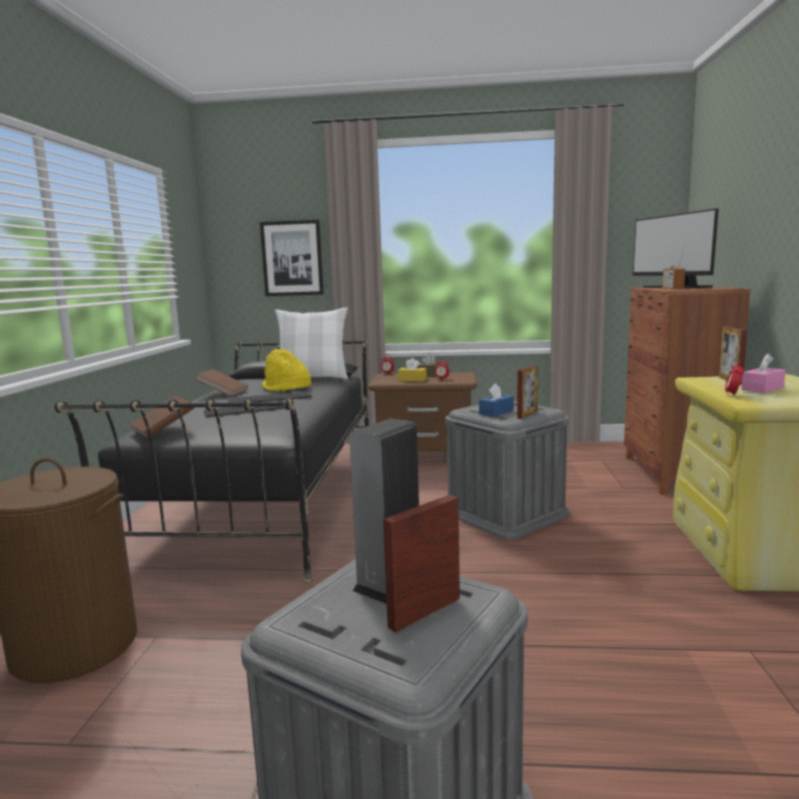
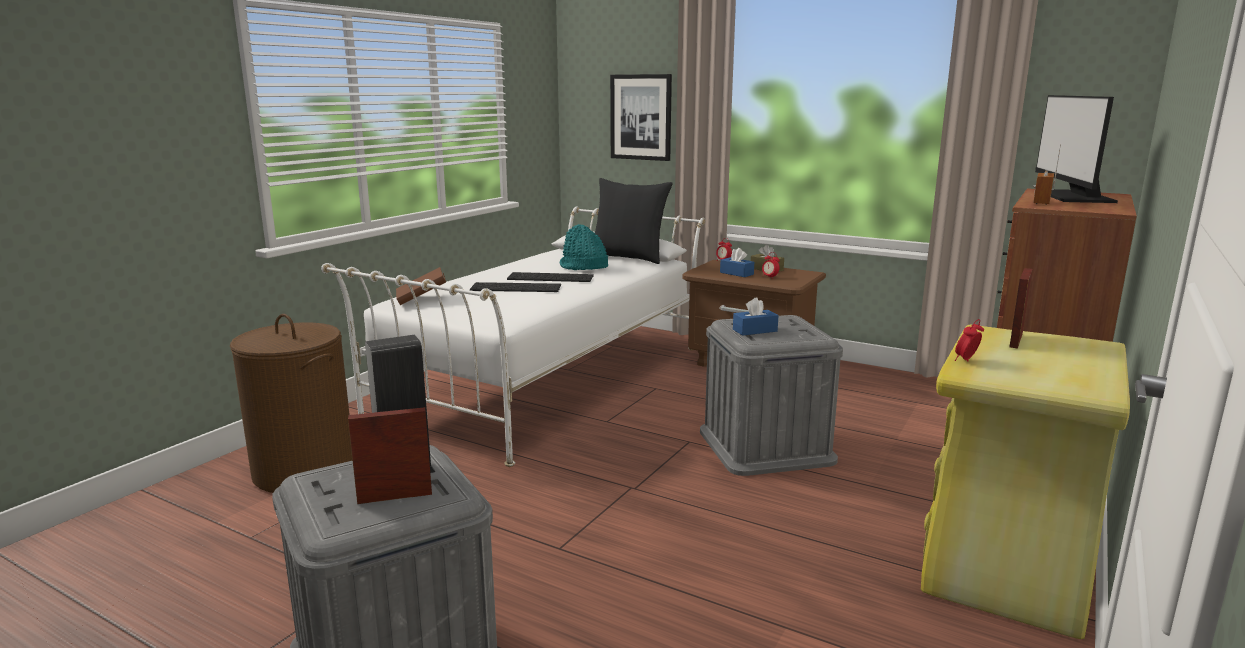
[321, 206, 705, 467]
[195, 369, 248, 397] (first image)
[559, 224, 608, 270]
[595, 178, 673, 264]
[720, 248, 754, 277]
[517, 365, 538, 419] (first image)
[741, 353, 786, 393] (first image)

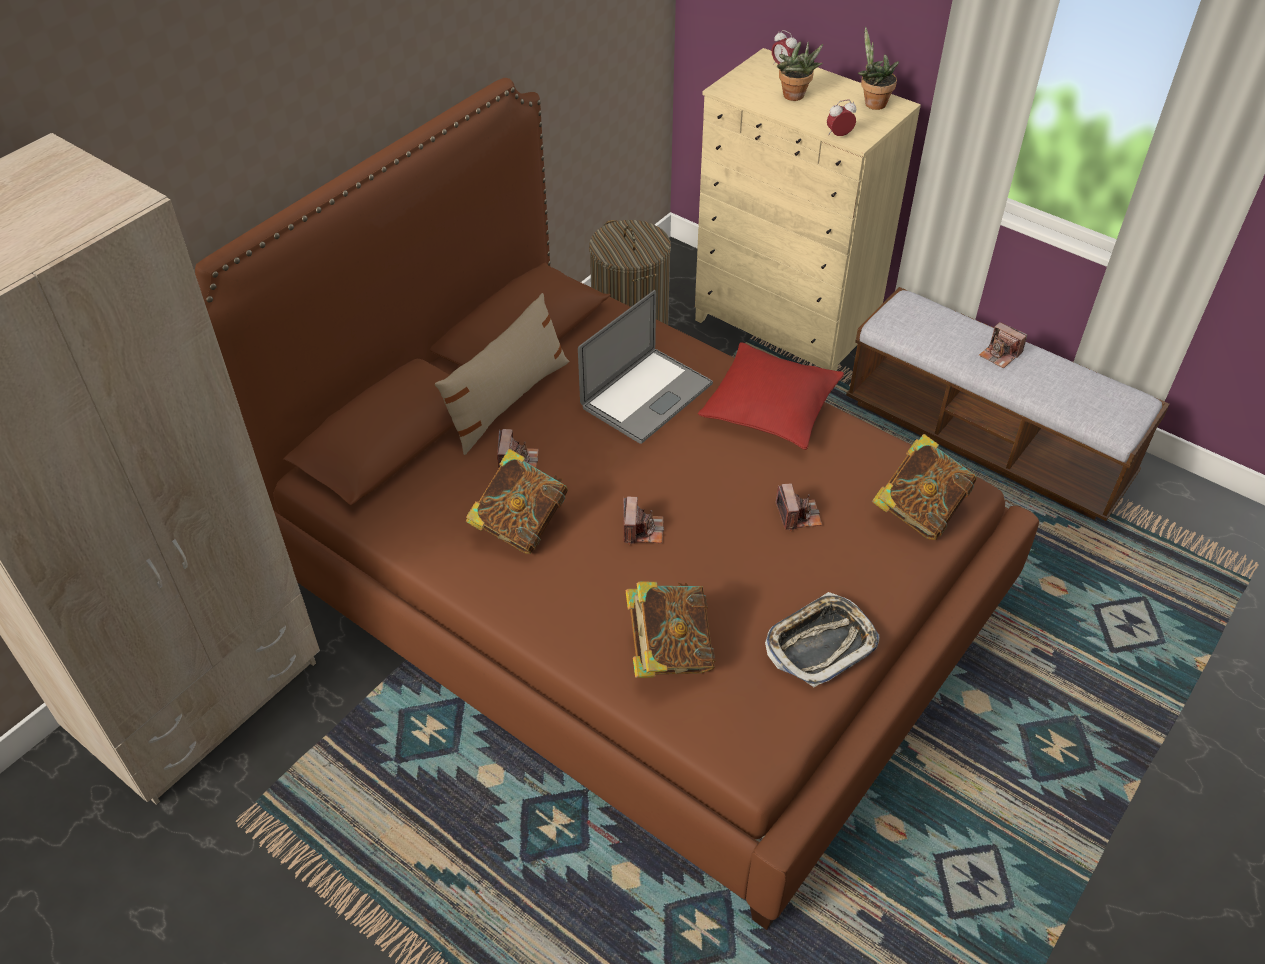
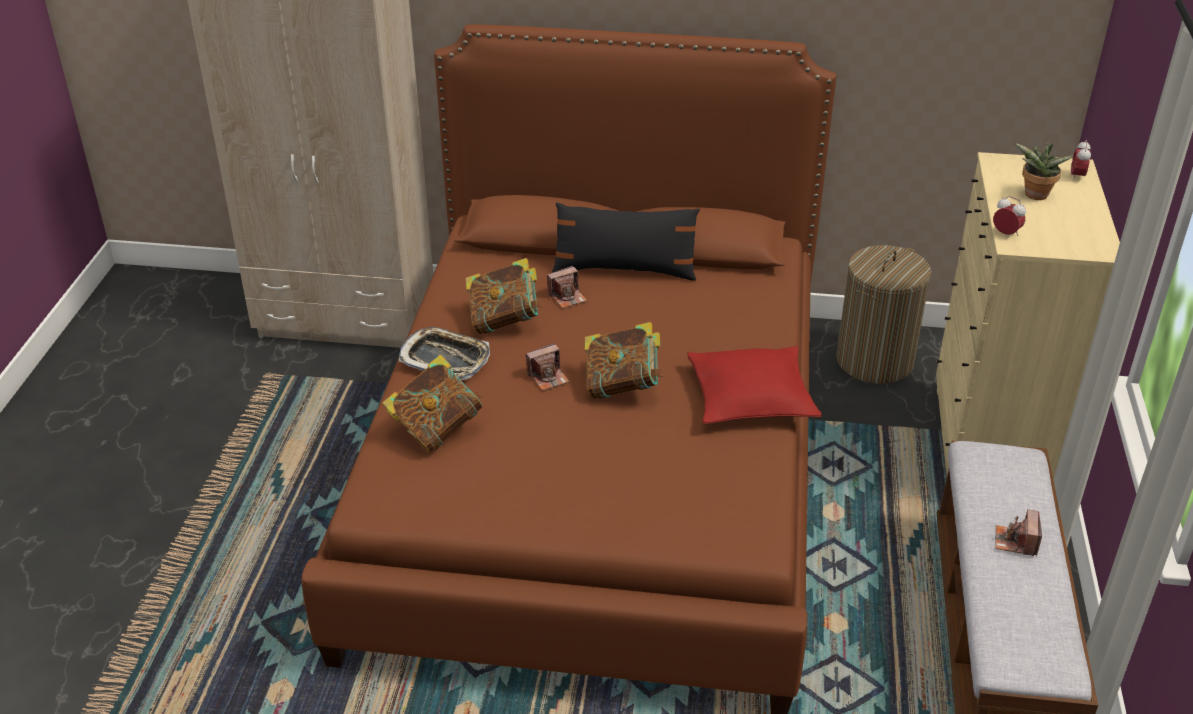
[552, 203, 700, 281]
[578, 290, 713, 444] (first image)
[399, 327, 490, 380]
[775, 483, 822, 531] (first image)
[858, 27, 899, 110] (first image)
[585, 322, 664, 399]

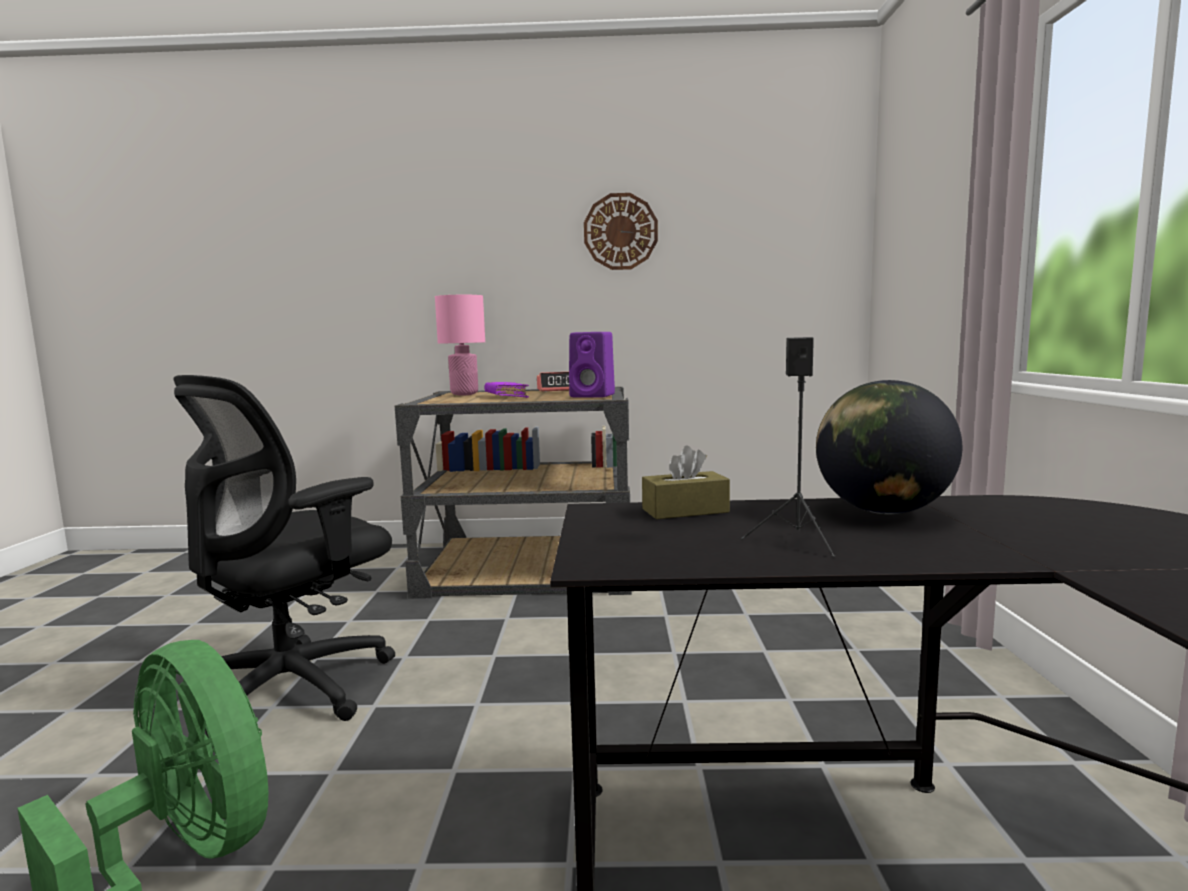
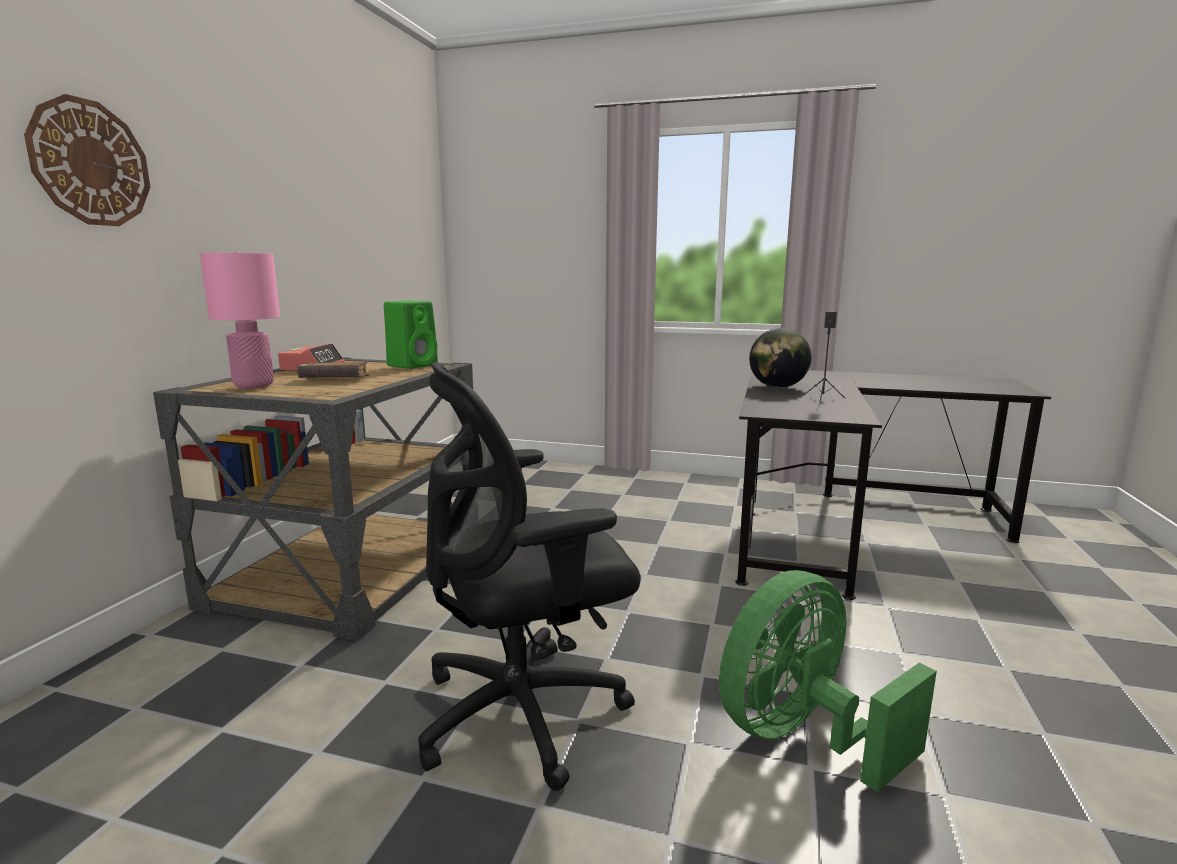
[418, 362, 640, 791]
[297, 361, 369, 378]
[384, 301, 438, 369]
[24, 94, 150, 226]
[642, 445, 730, 519] (first image)

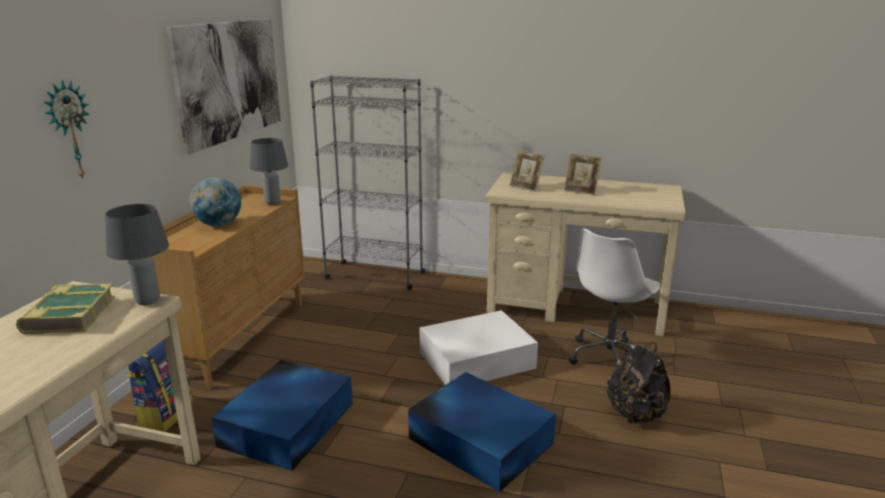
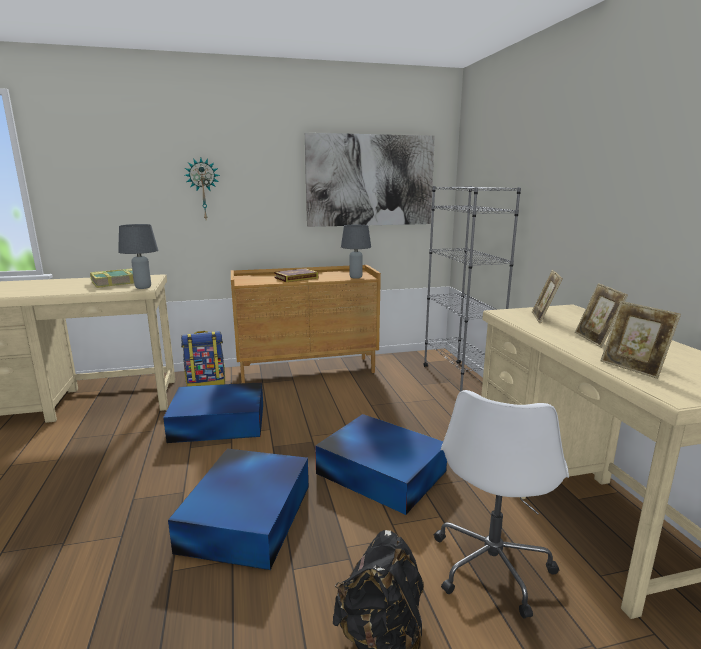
[274, 268, 318, 282]
[315, 414, 447, 515]
[433, 390, 569, 618]
[601, 301, 681, 379]

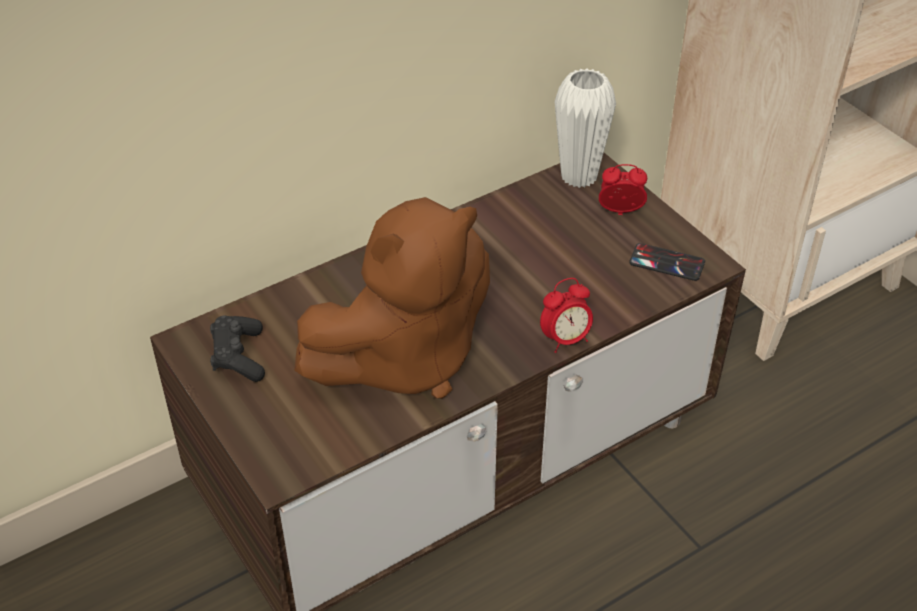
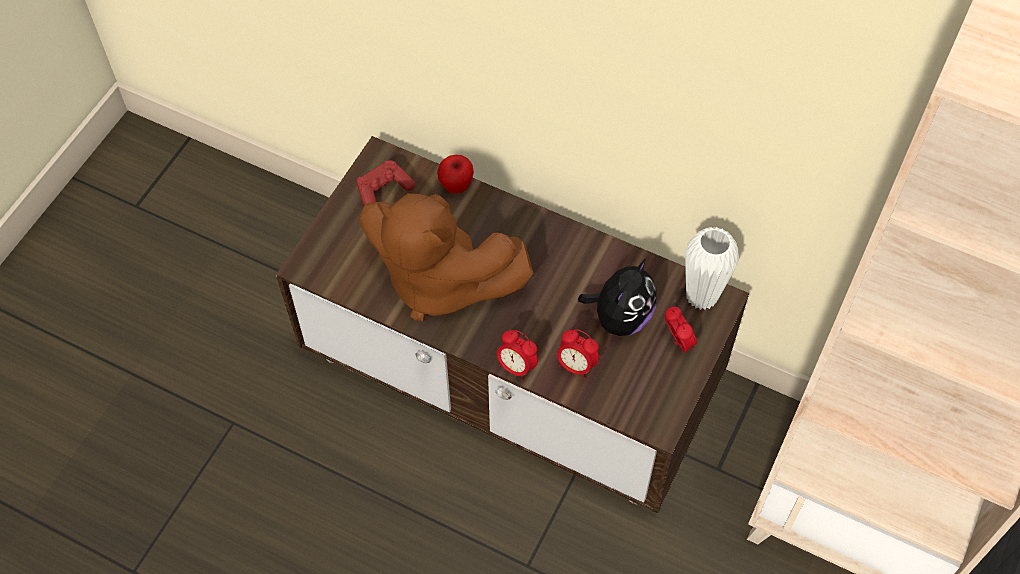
[356, 160, 415, 206]
[629, 243, 705, 281] (first image)
[437, 155, 474, 194]
[557, 329, 599, 379]
[578, 258, 657, 336]

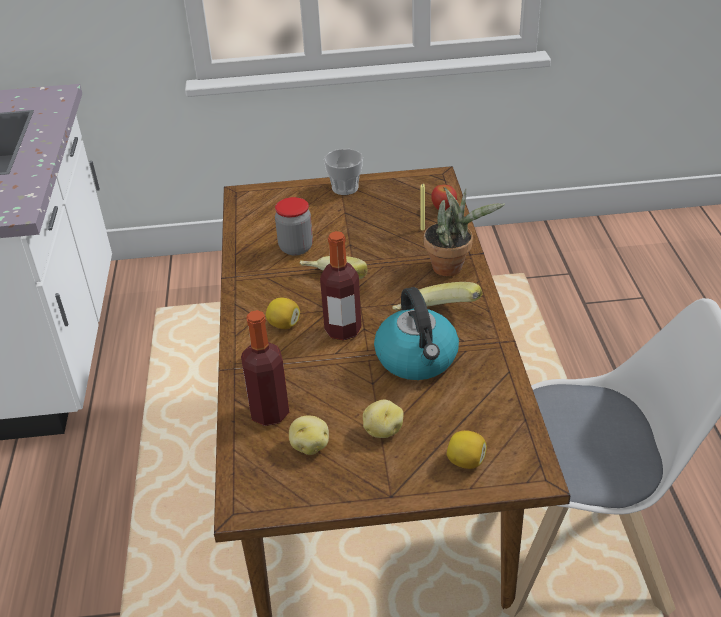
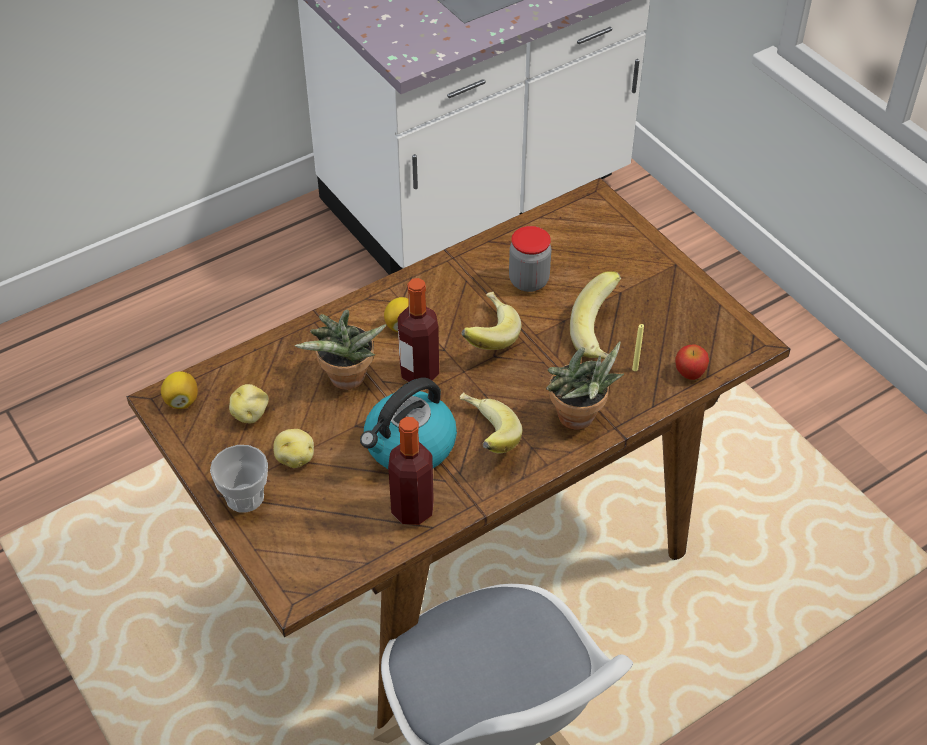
[388, 417, 434, 525]
[210, 445, 268, 512]
[161, 371, 198, 409]
[295, 310, 386, 390]
[570, 271, 621, 359]

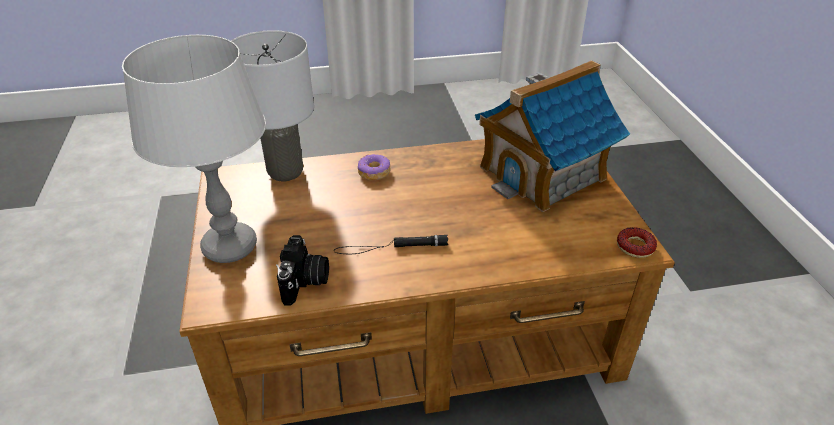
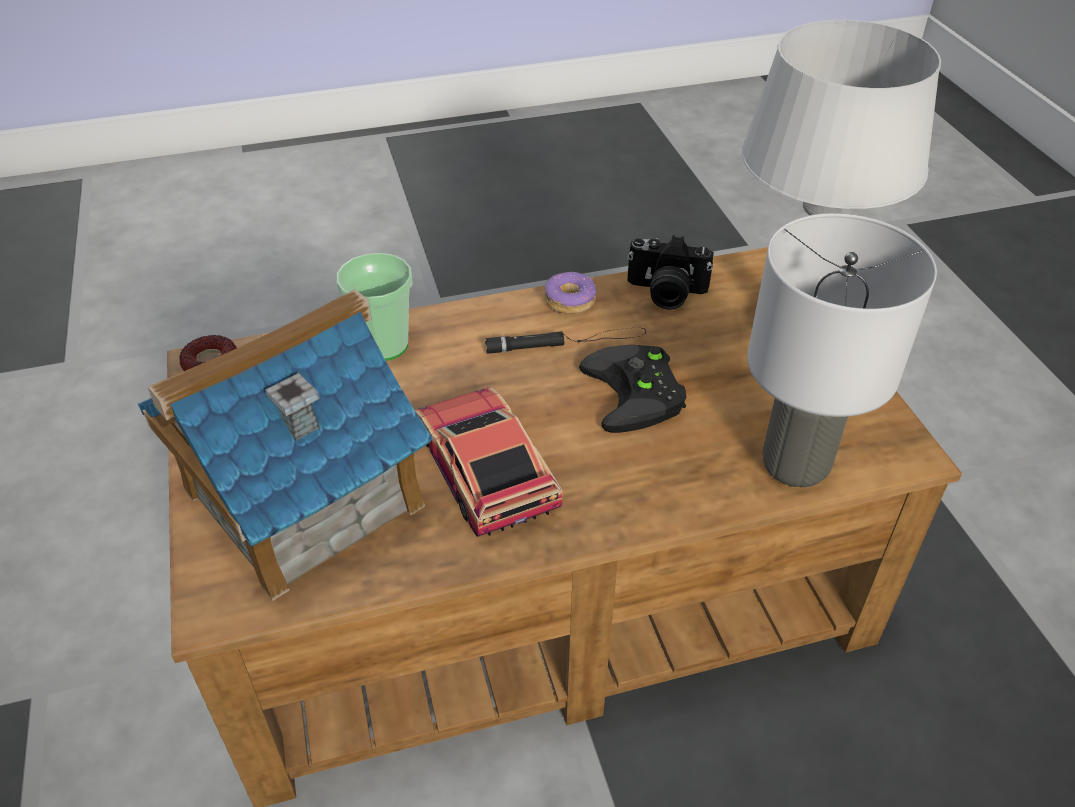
[627, 235, 714, 310]
[545, 272, 596, 314]
[336, 253, 413, 361]
[415, 387, 563, 537]
[579, 345, 686, 433]

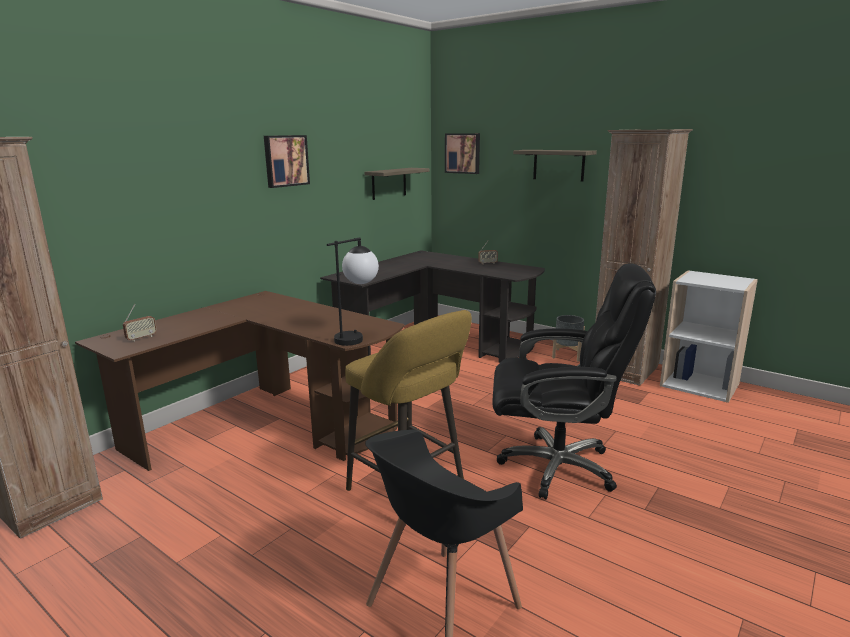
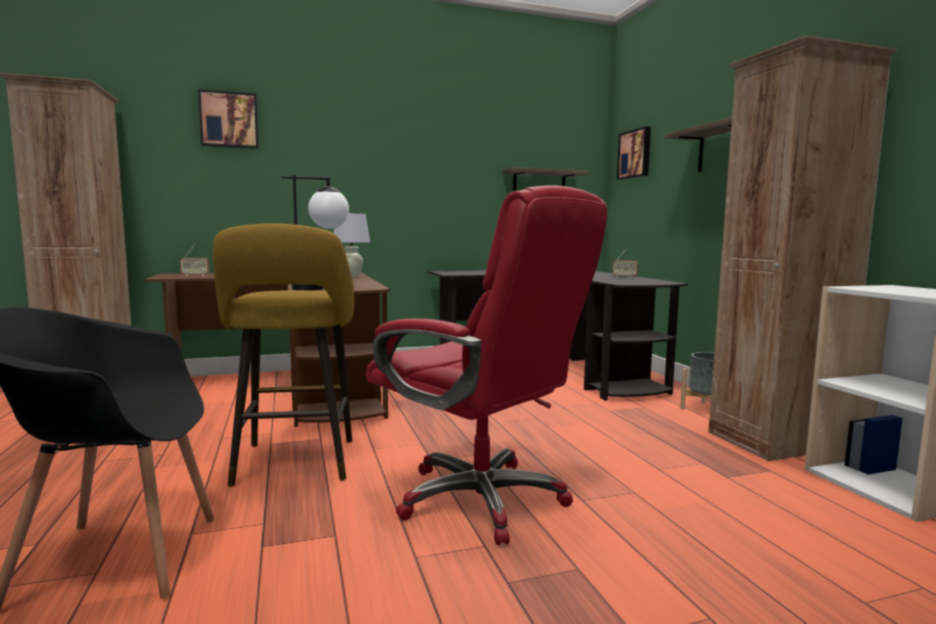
[198, 89, 259, 149]
[366, 185, 607, 545]
[333, 213, 370, 277]

